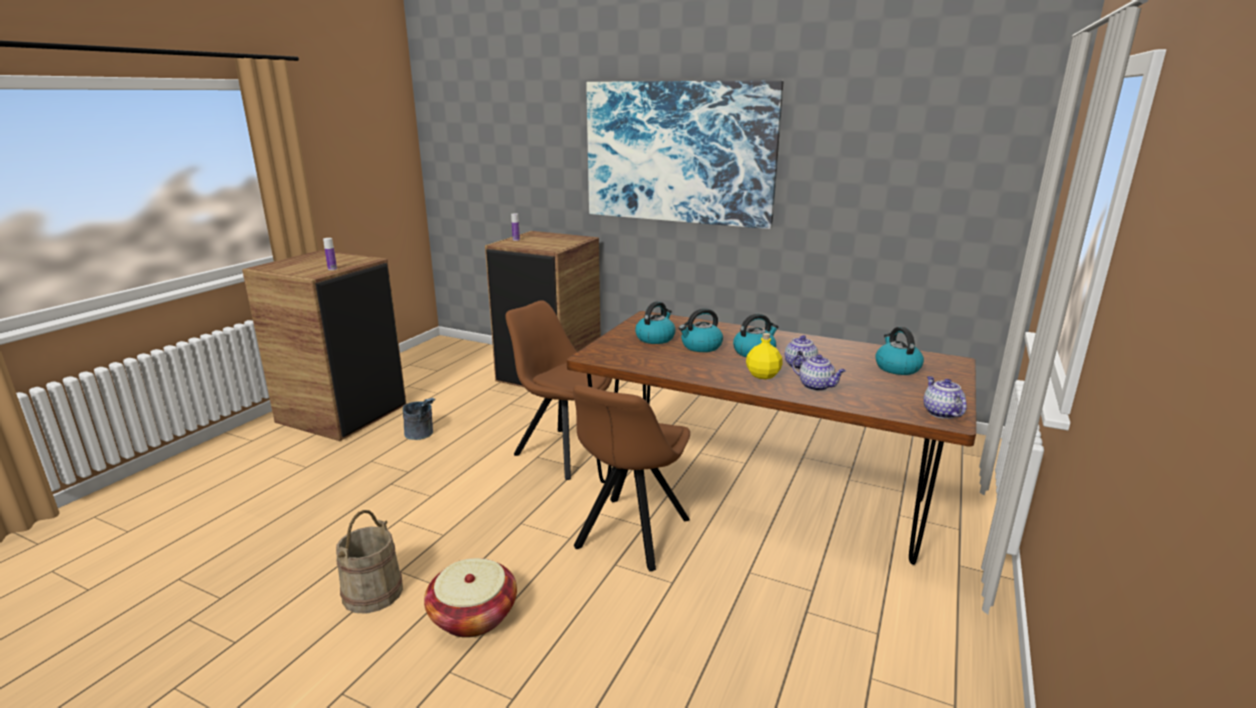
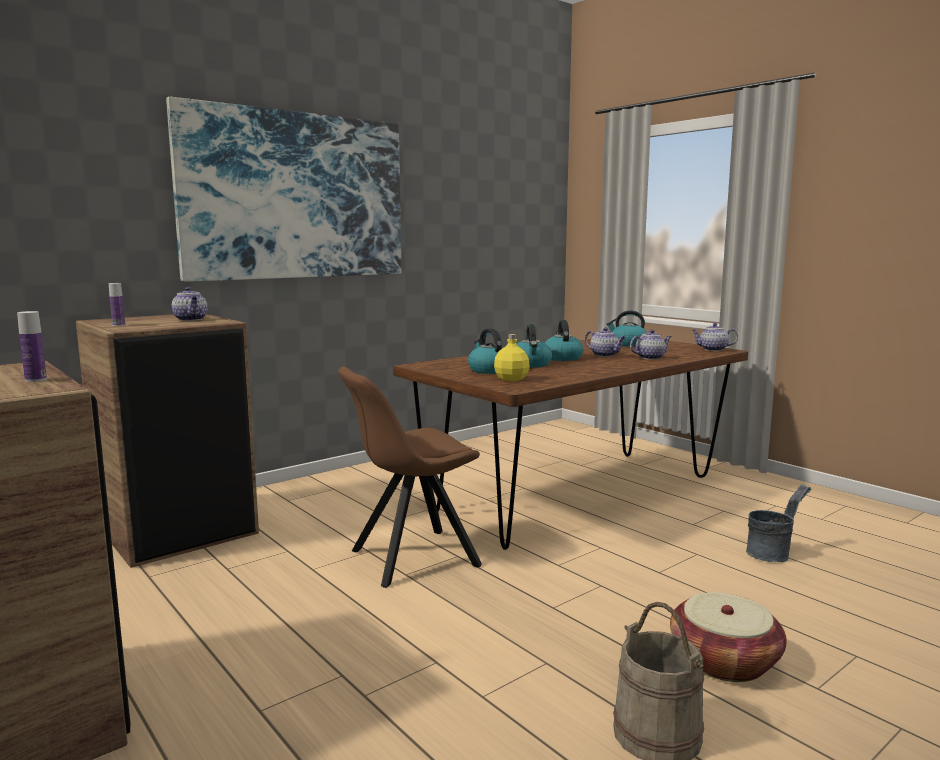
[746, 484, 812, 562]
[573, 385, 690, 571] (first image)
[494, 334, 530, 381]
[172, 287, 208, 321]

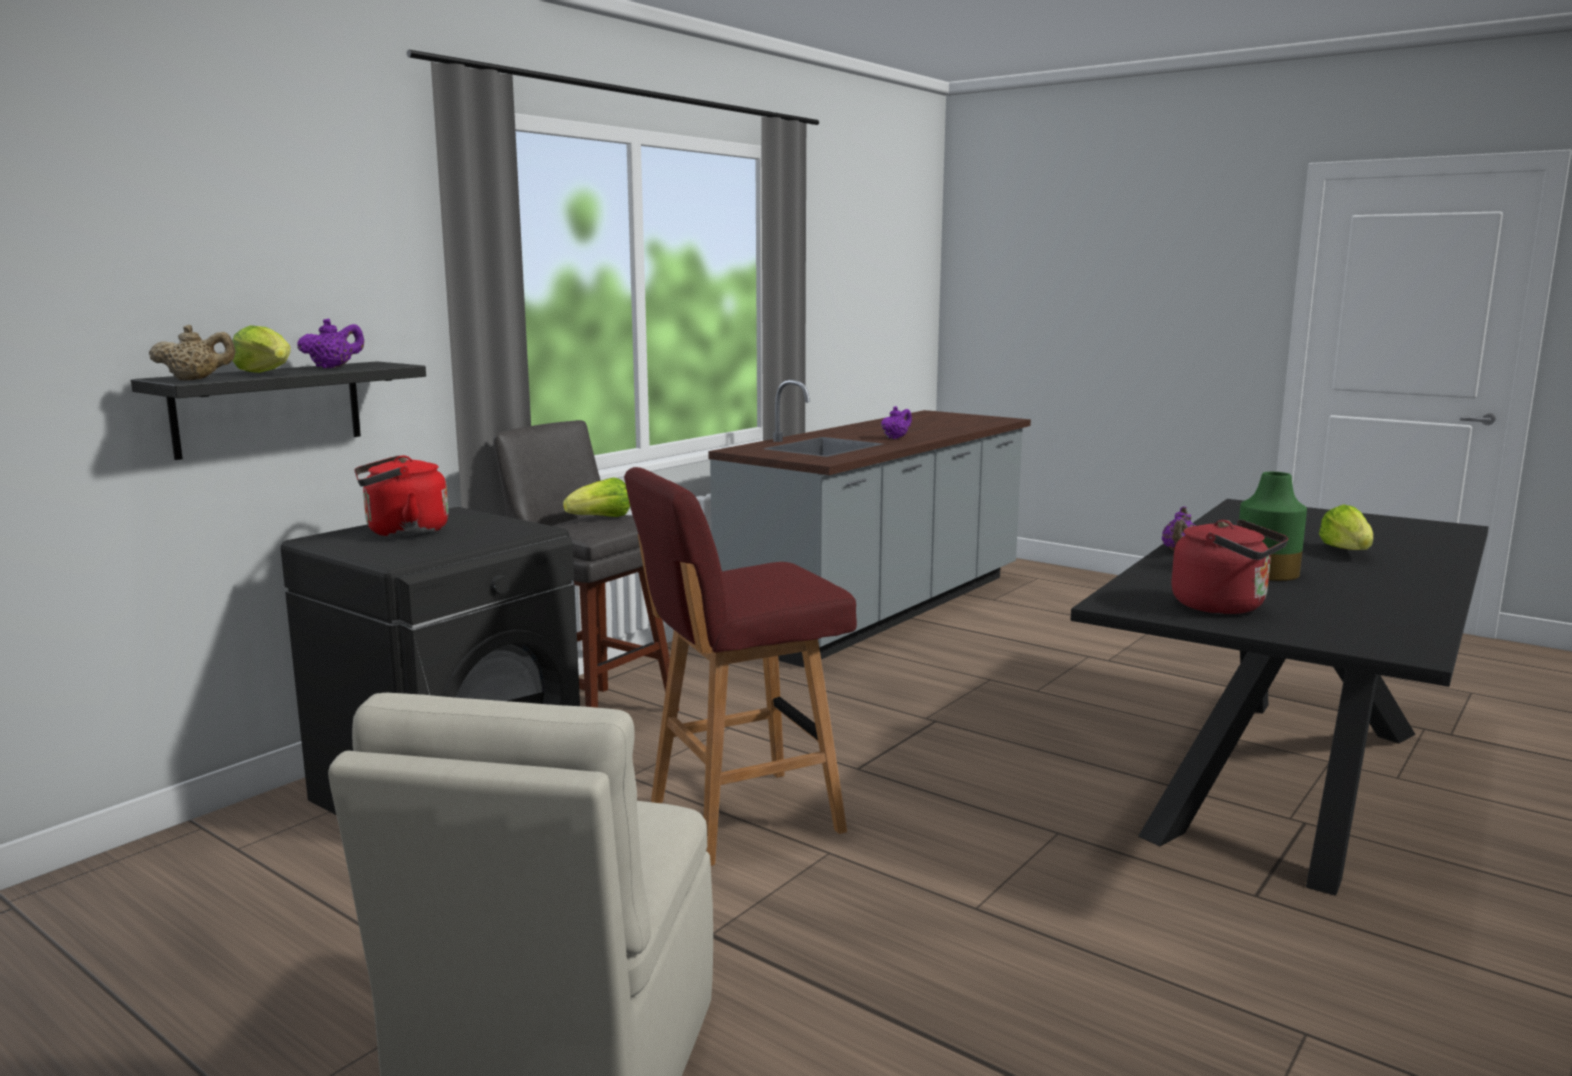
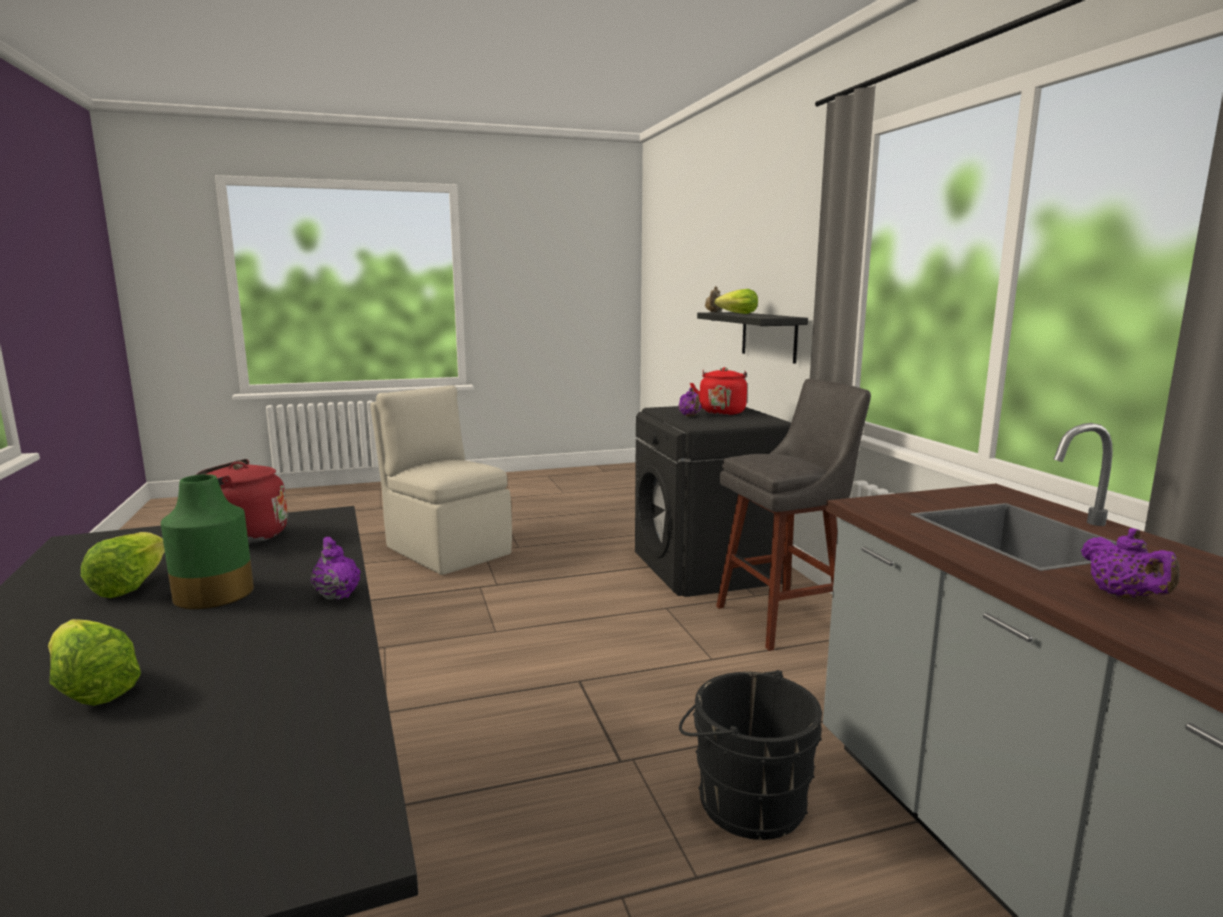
[678, 388, 701, 417]
[81, 532, 165, 598]
[624, 467, 857, 866] (first image)
[679, 670, 822, 840]

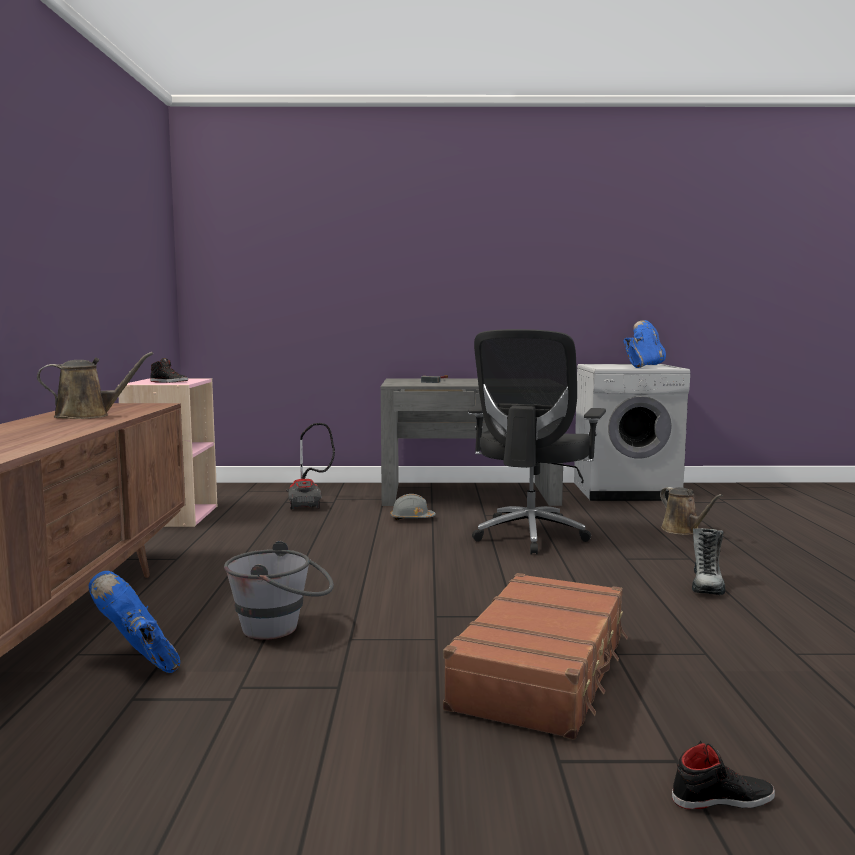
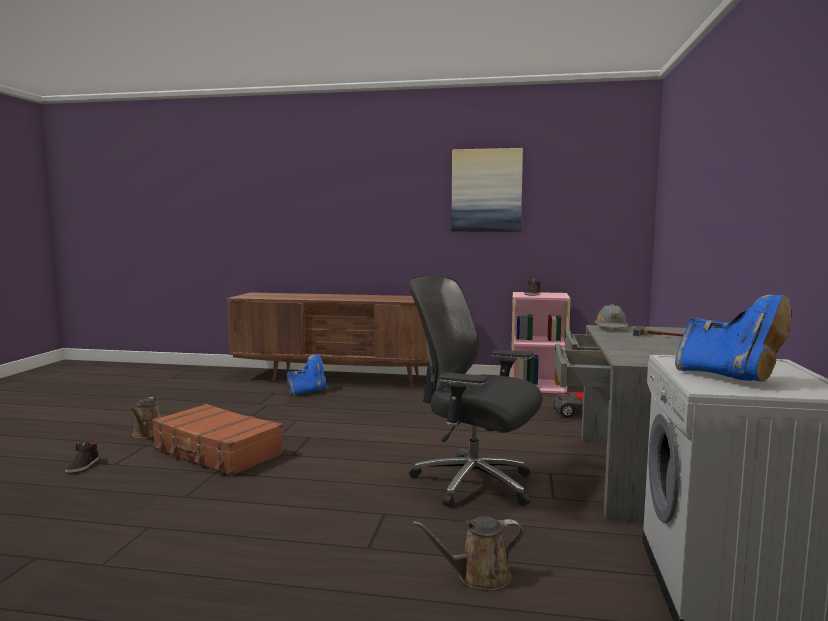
[131, 397, 161, 438]
[224, 541, 334, 640] (first image)
[595, 304, 628, 328]
[692, 528, 725, 595] (first image)
[451, 148, 523, 232]

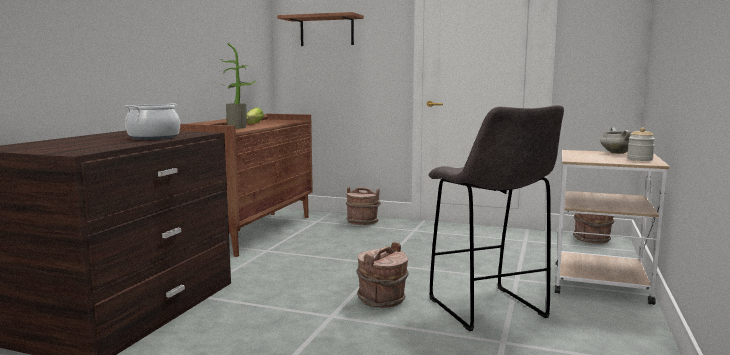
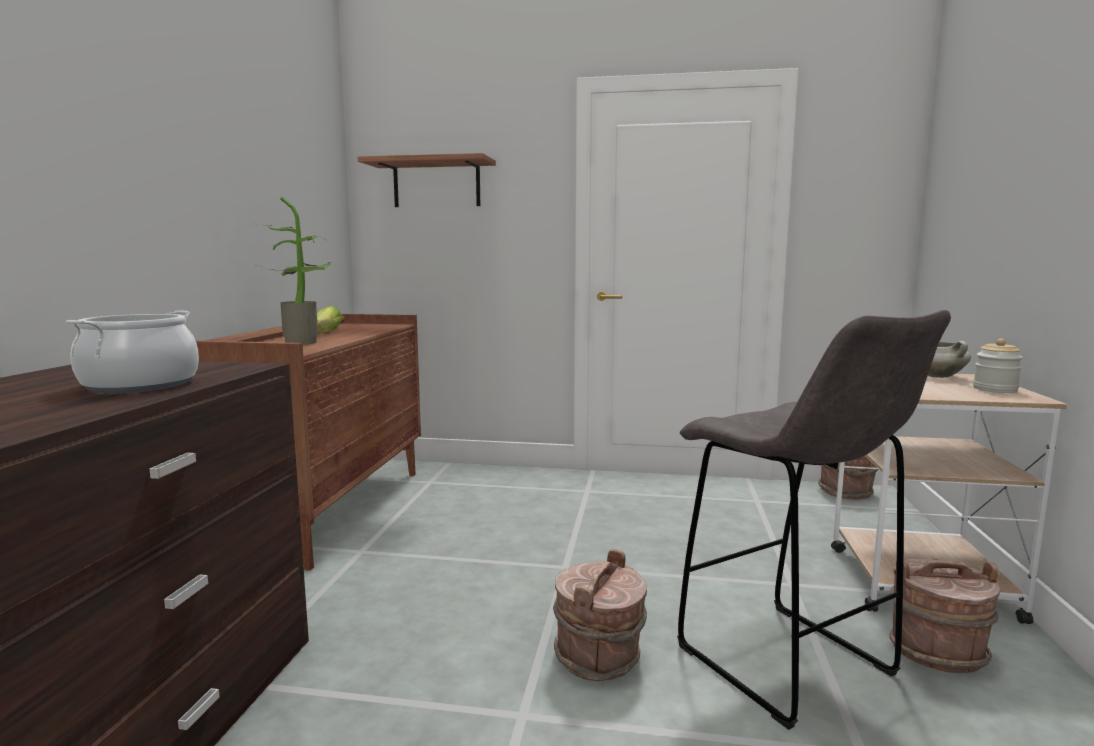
[889, 558, 1000, 674]

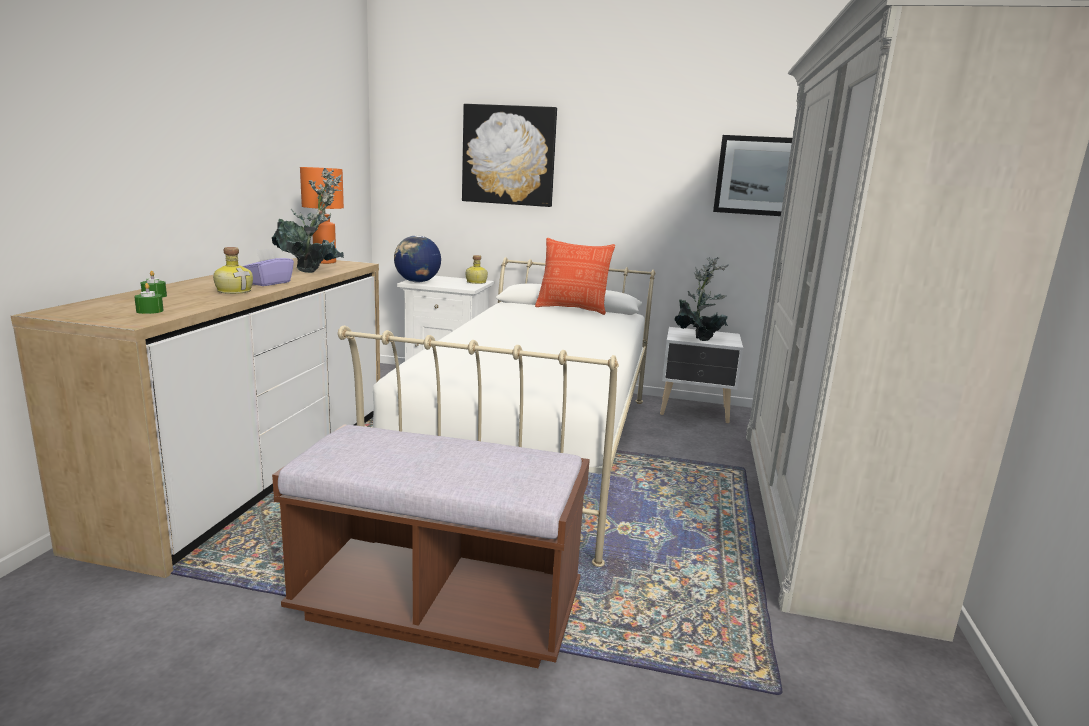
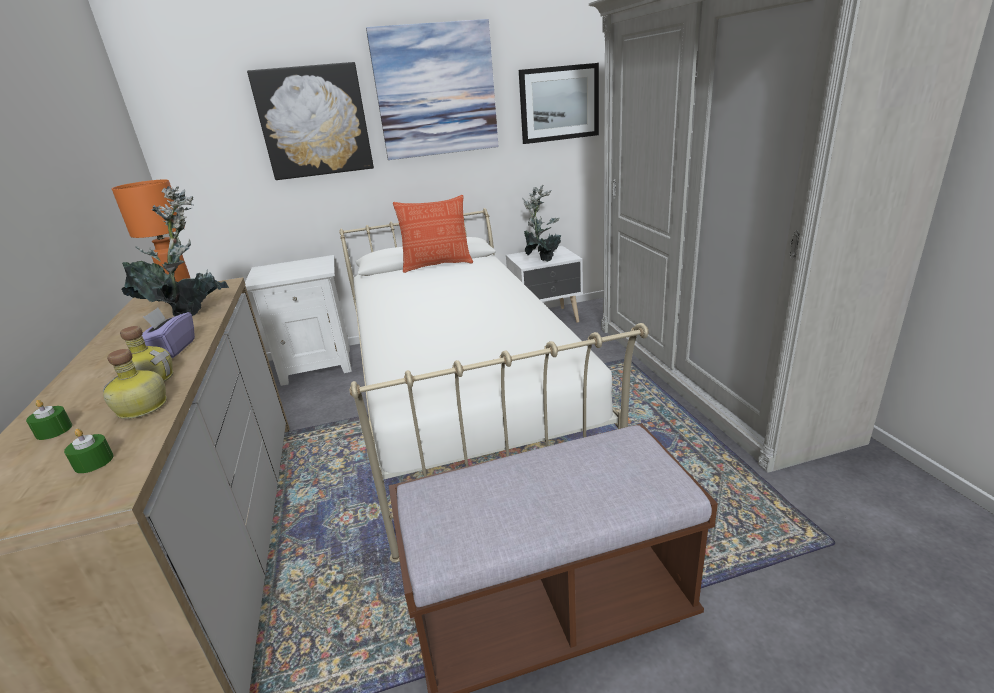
[394, 235, 441, 283] (first image)
[103, 349, 167, 419]
[366, 19, 499, 160]

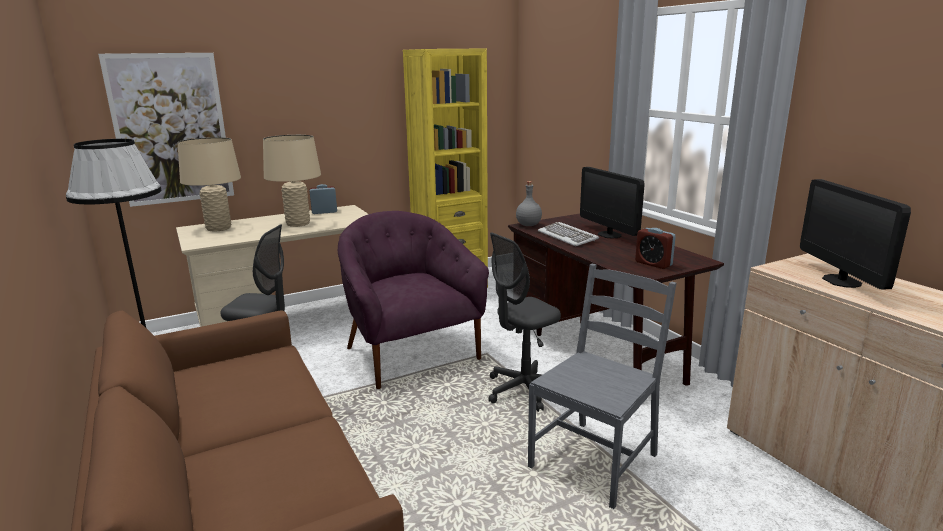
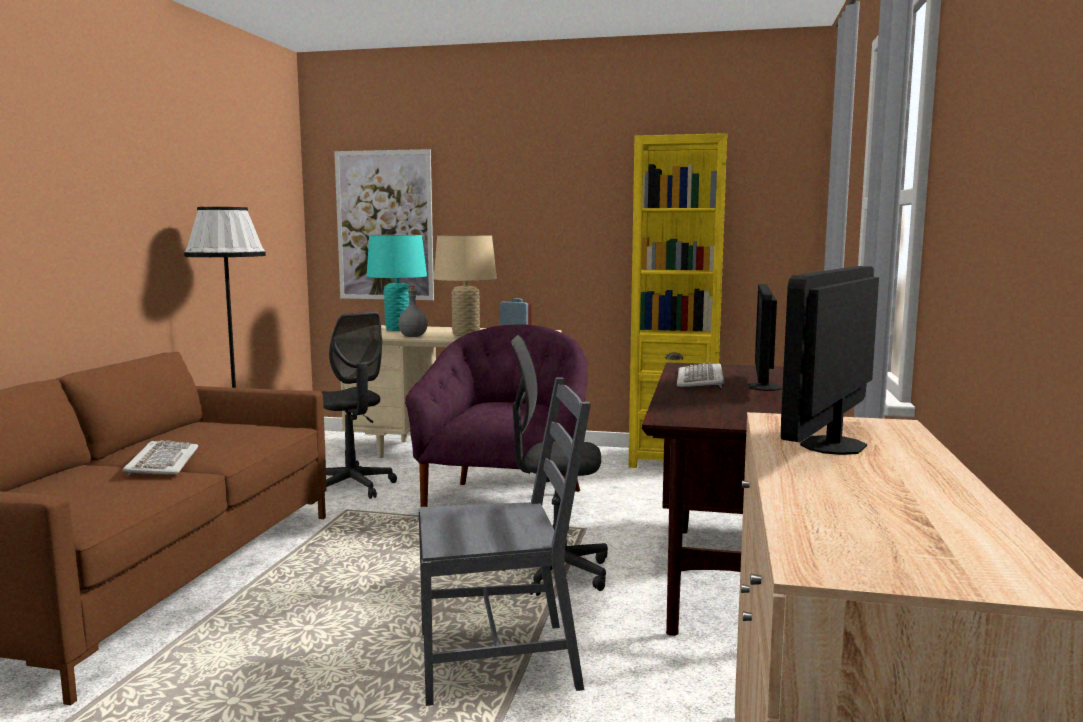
[367, 235, 427, 331]
[398, 286, 428, 337]
[635, 228, 676, 269] (first image)
[122, 440, 198, 476]

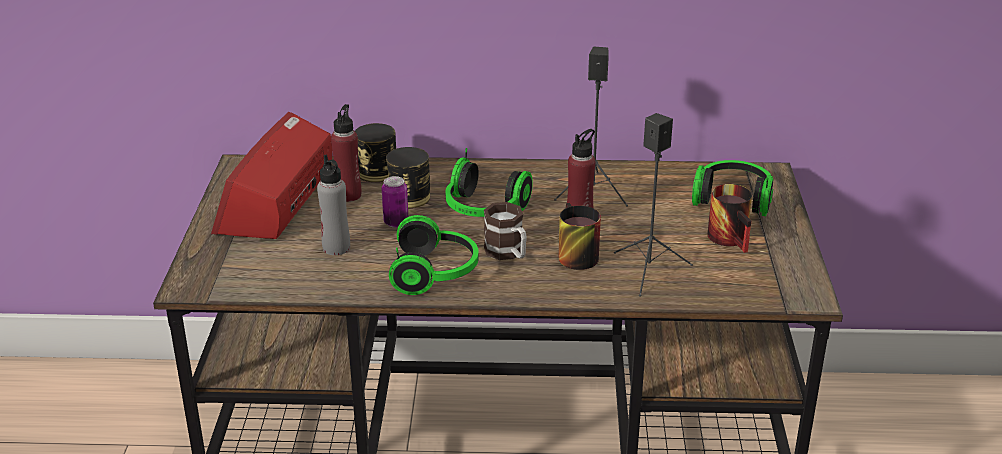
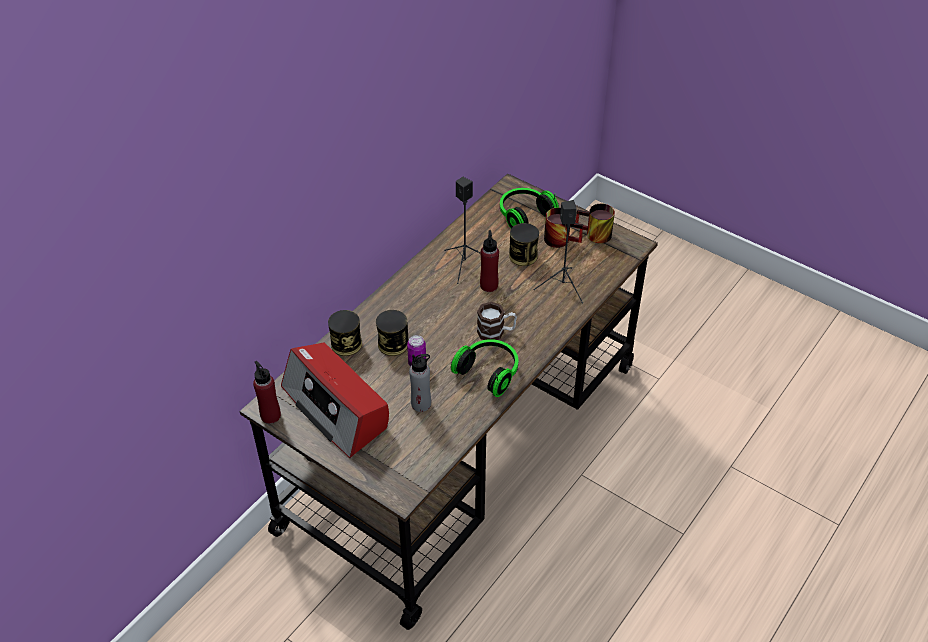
[253, 361, 281, 424]
[446, 148, 532, 217] (first image)
[575, 204, 615, 244]
[509, 223, 539, 266]

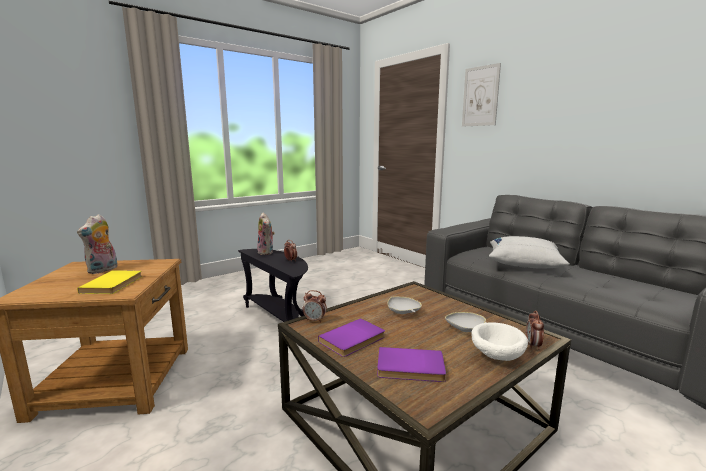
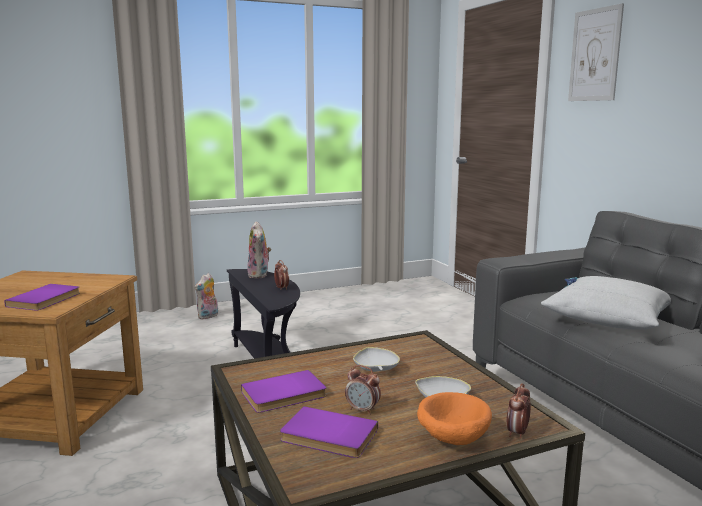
[195, 273, 218, 319]
[4, 284, 80, 311]
[345, 365, 381, 415]
[417, 392, 492, 445]

